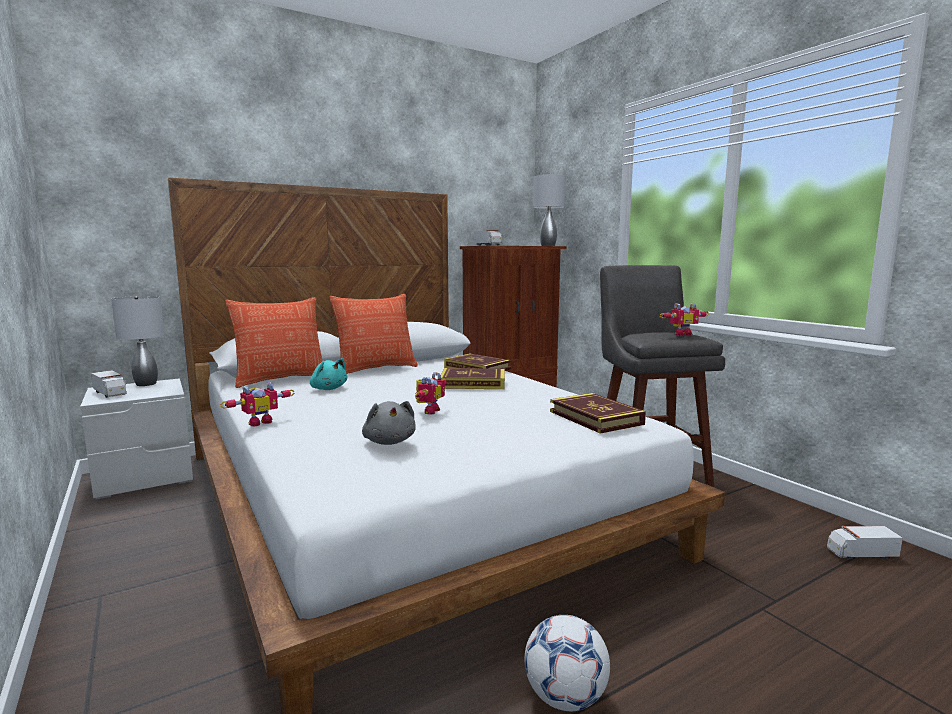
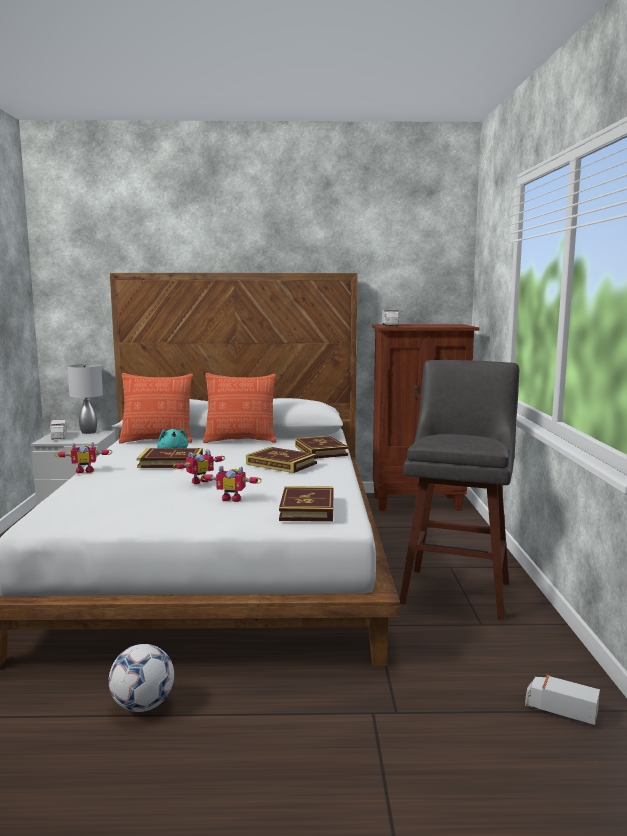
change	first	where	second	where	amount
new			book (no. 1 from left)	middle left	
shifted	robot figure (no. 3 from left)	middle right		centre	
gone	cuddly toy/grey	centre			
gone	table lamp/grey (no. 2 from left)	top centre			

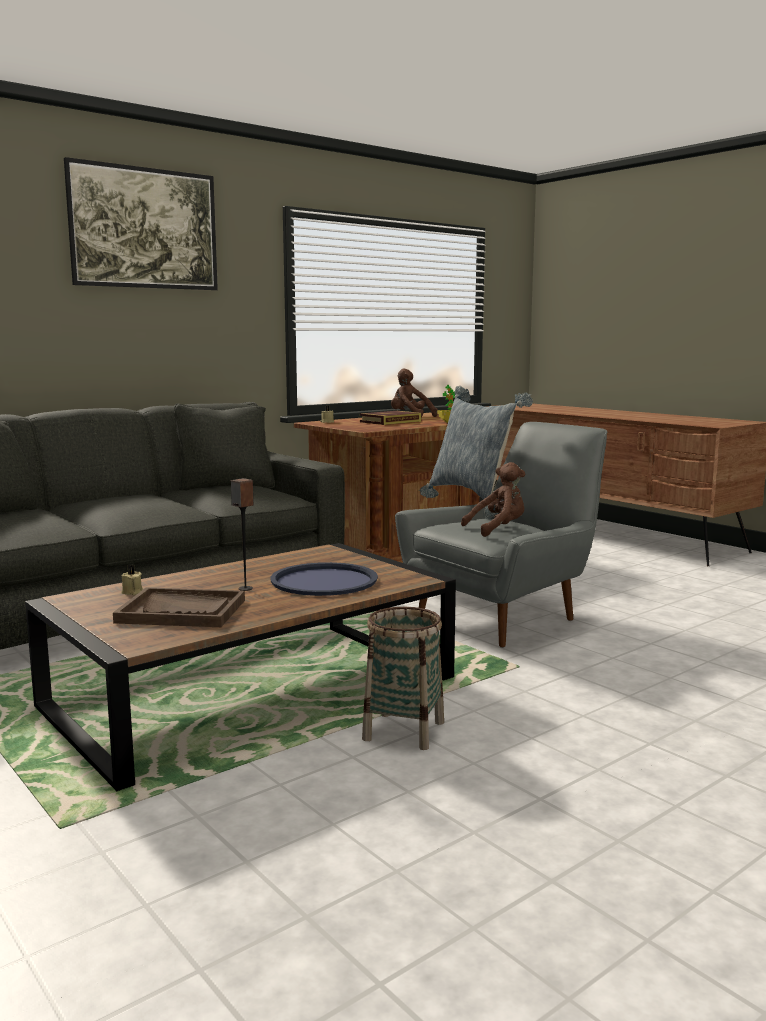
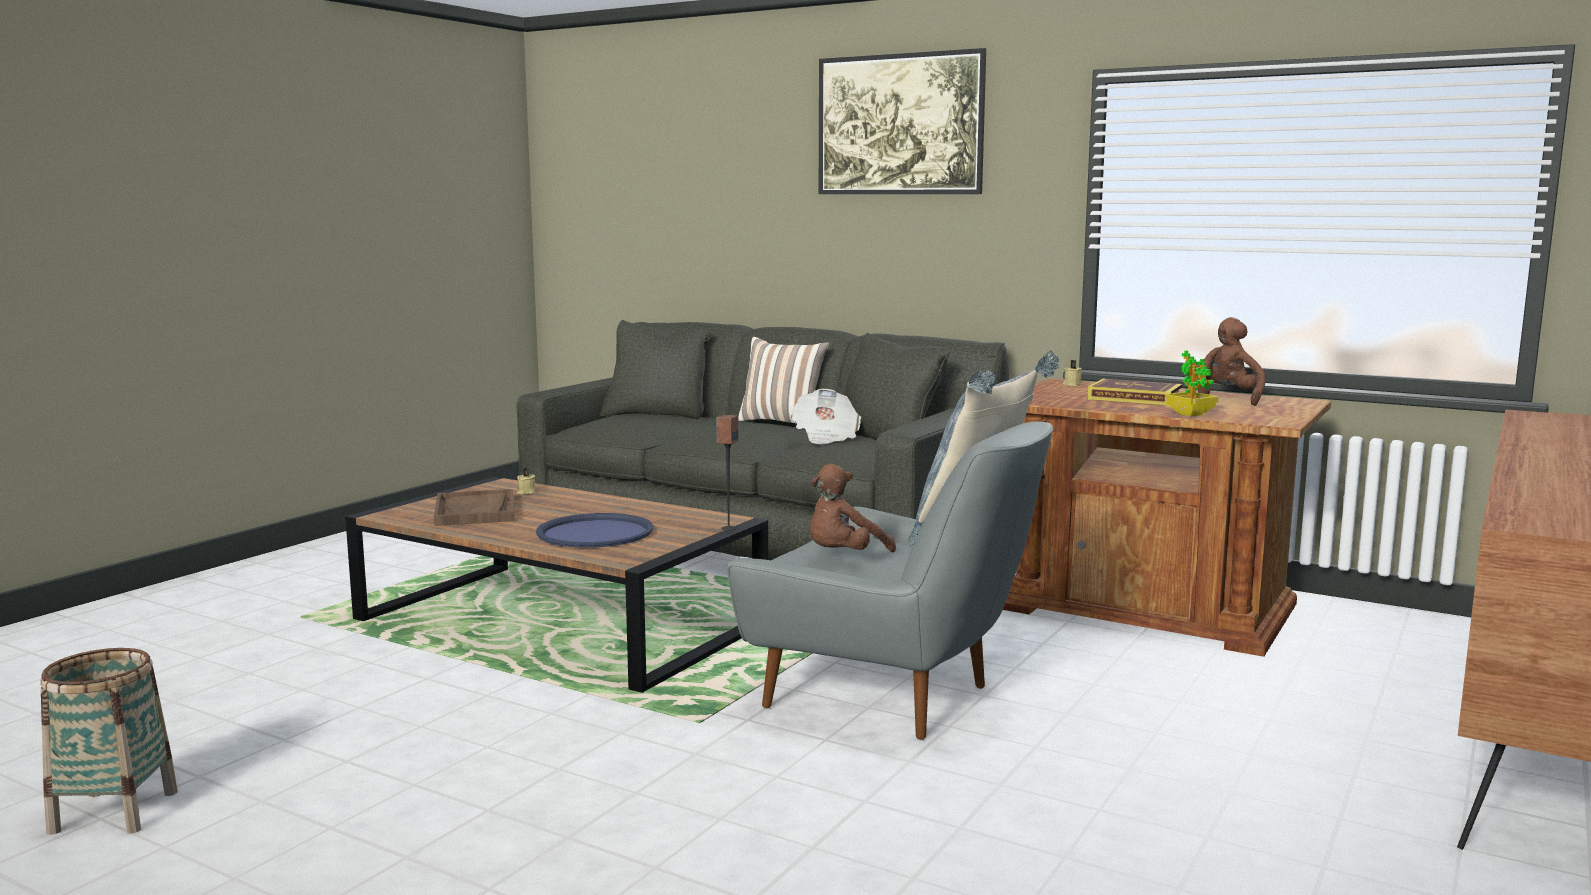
change	first	where	second	where	amount
shifted	basket	centre		bottom left	
shifted	loudspeaker	middle left		centre	
new			throw pillow (no. 1 from left)	centre	
new			printed paper	centre	
rotated	cuddly toy/brown-coloured (no. 2 from left in the first image)	centre	cuddly toy/brown-coloured (no. 1 from left)	centre	90 degrees clockwise

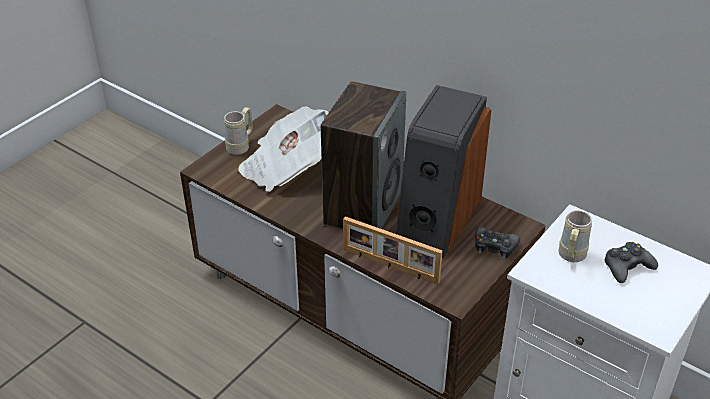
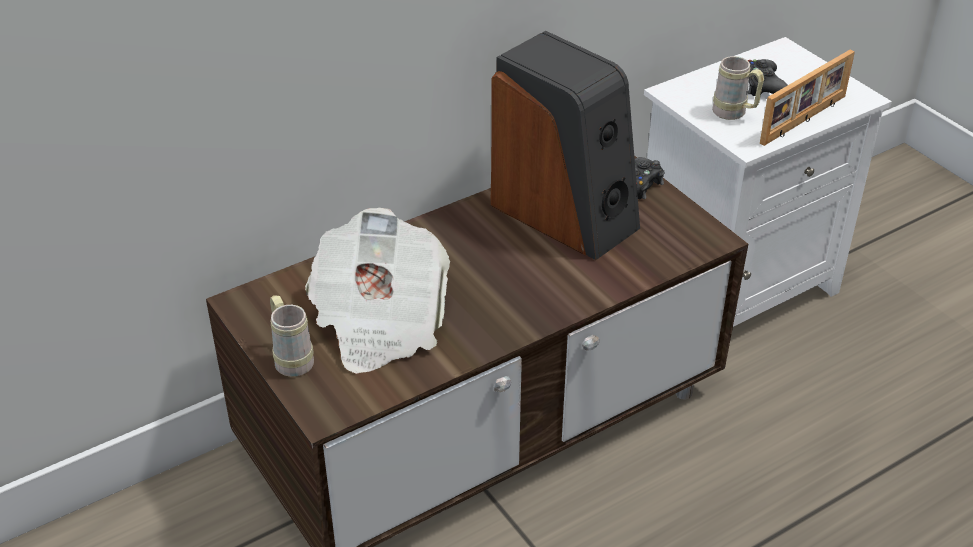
change	first	where	second	where	amount
shifted	standing frame	centre		top right	
gone	loudspeaker (no. 1 from left)	centre			

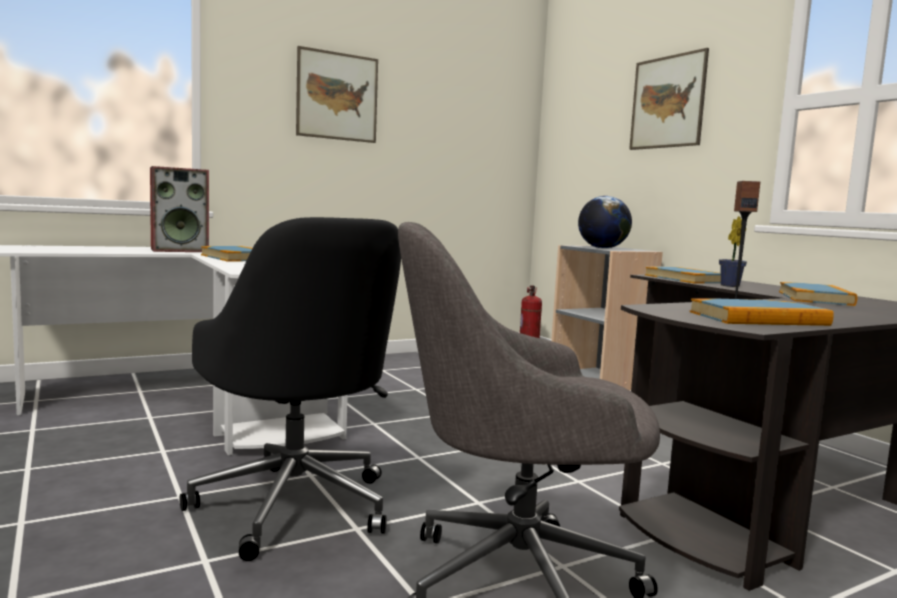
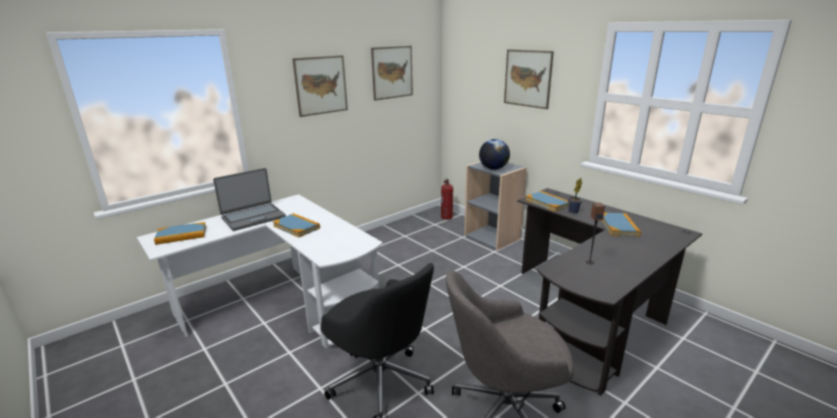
change	first	where	second	where	amount
shifted	book (no. 3 from left in the first image)	middle right	book (no. 1 from left)	middle left	
swapped	loudspeaker (no. 1 from left)	middle left	notebook computer	middle left	
new			wall art (no. 2 from left)	top centre	

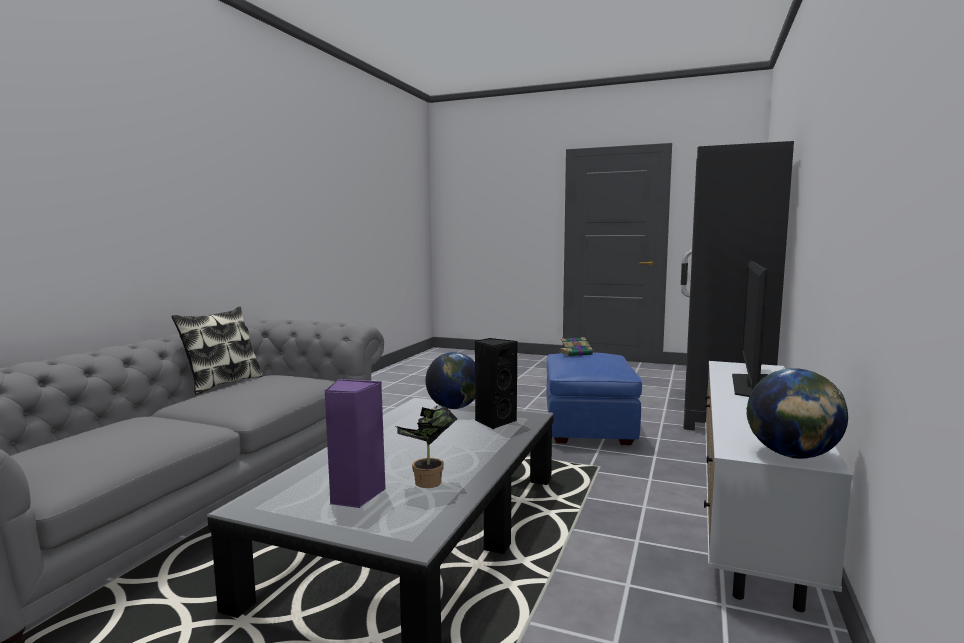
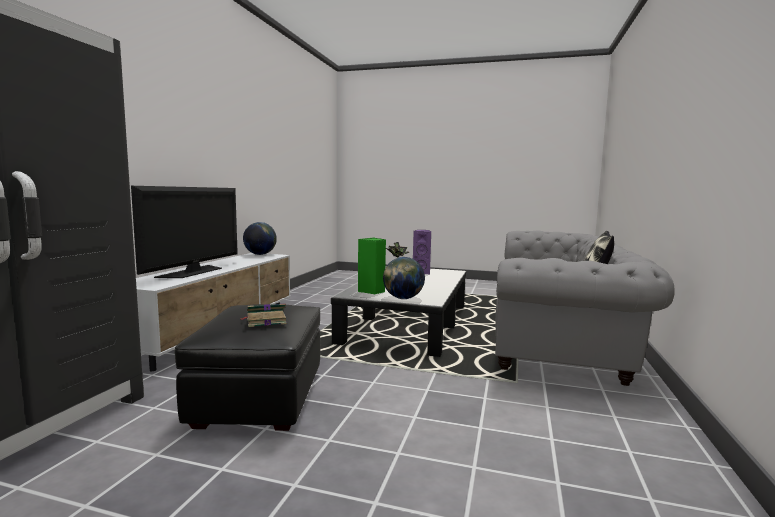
change	first	where	second	where	amount
repainted	footrest/blue	centre	footrest/blackish	bottom left	
repainted	loudspeaker/blackish	centre	loudspeaker/green	centre	

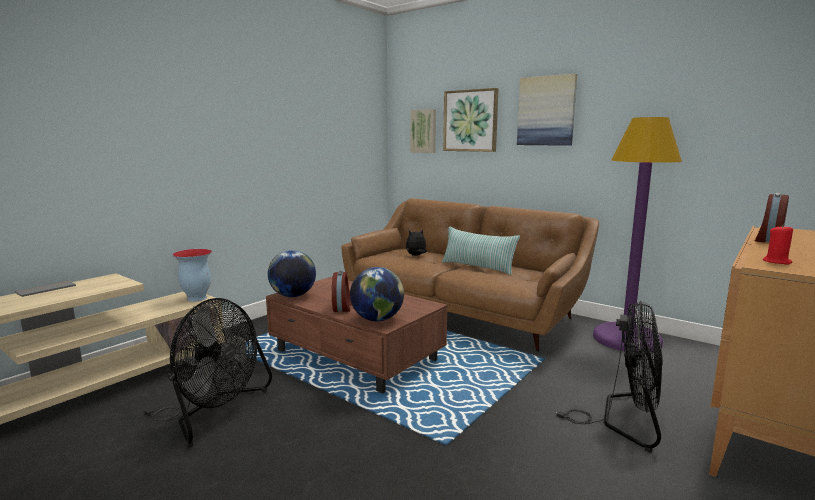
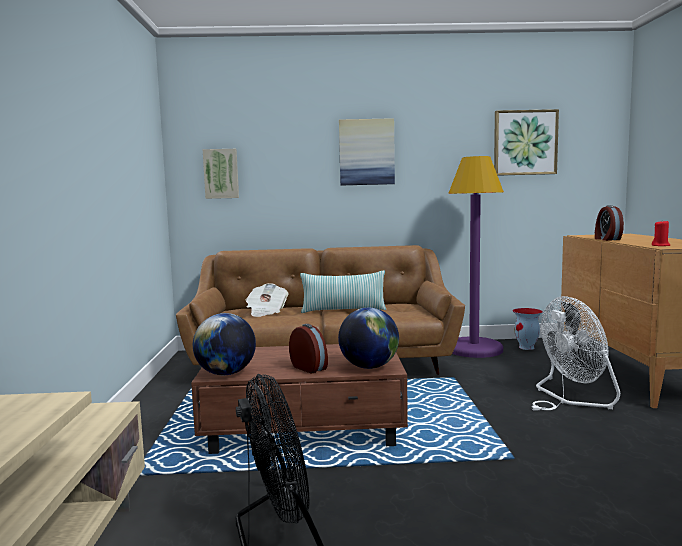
change	first	where	second	where	amount
swapped	cuddly toy	centre	printed paper	centre	
shifted	wall art (no. 2 from left in the first image)	top centre	wall art (no. 3 from left)	top right	
shifted	vase	middle left		middle right	
repainted	cooling fan/blackish (no. 2 from left)	bottom right	cooling fan/white-coloured	middle right	

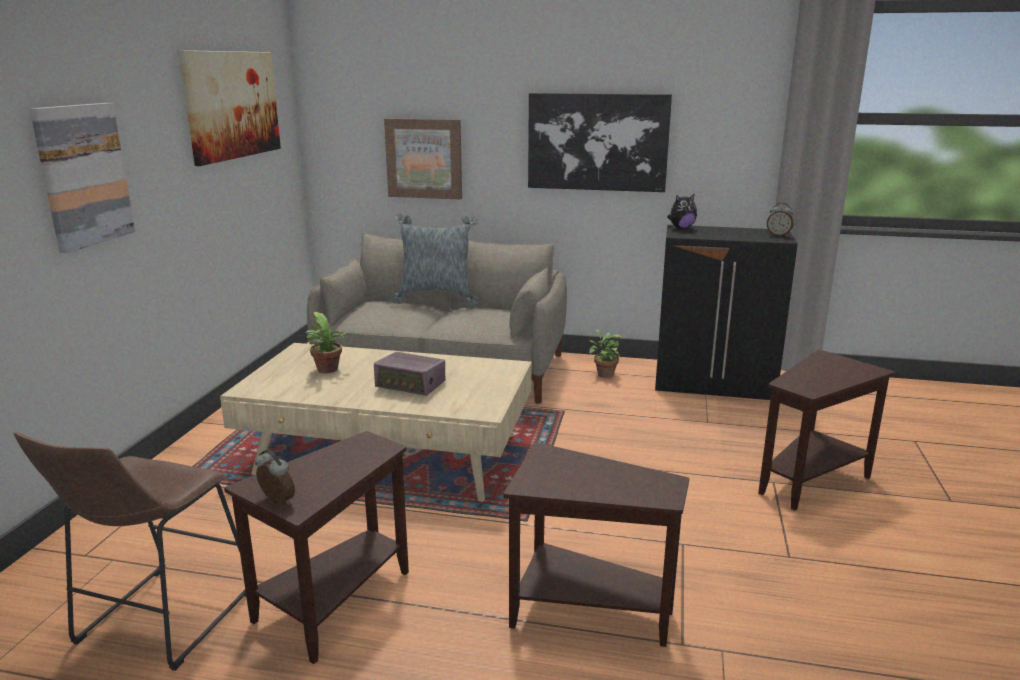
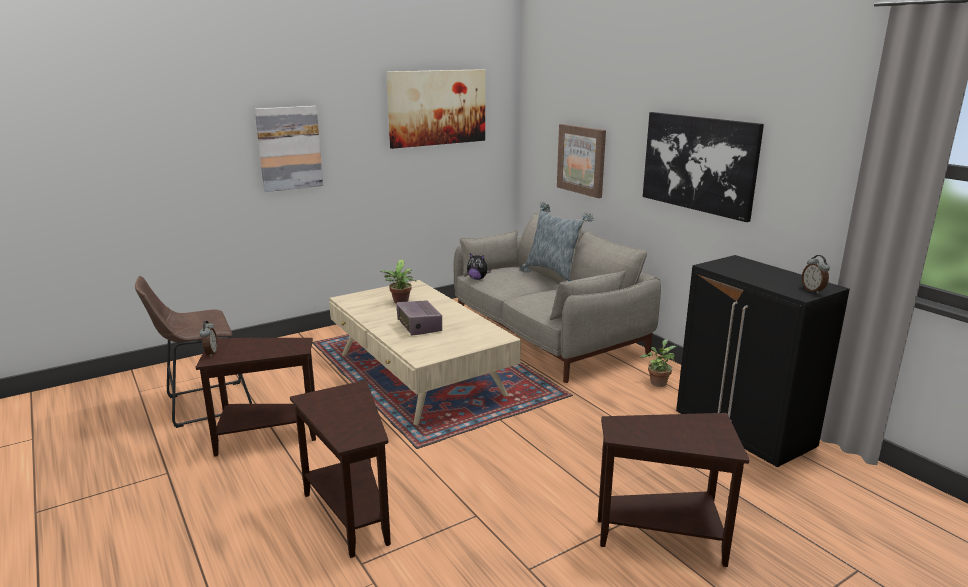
change	first	where	second	where	amount
shifted	cuddly toy	top right		centre	

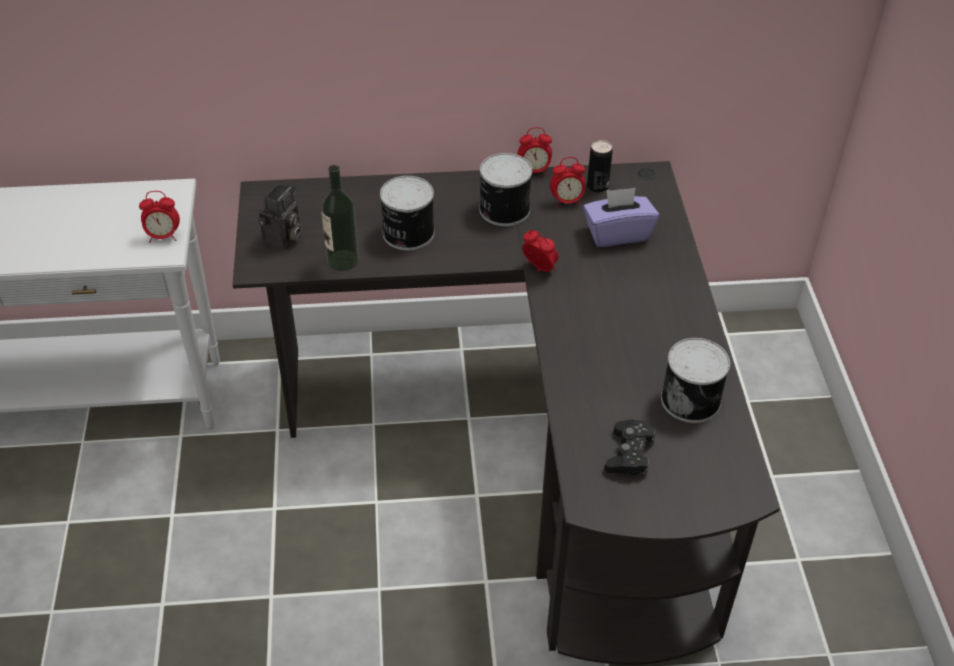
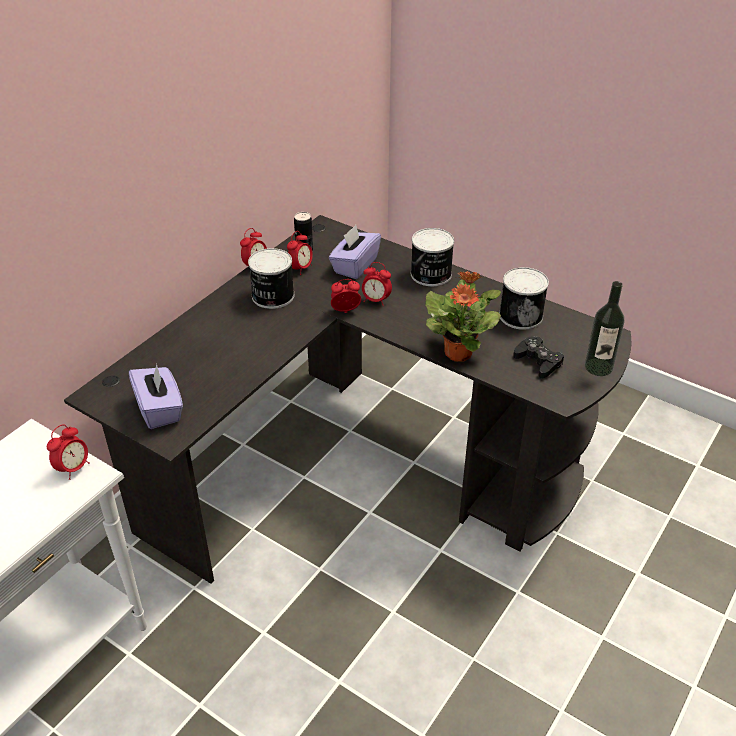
change	first	where	second	where	amount
swapped	still camera	top left	tissue holder/purple (no. 1 from left)	middle left	
new			bedside clock (no. 5 from left)	centre	
shifted	can (no. 1 from left in the first image)	top centre	can (no. 3 from left)	centre	
new			potted plant	centre	
shifted	beverage bottle	top centre		middle right	

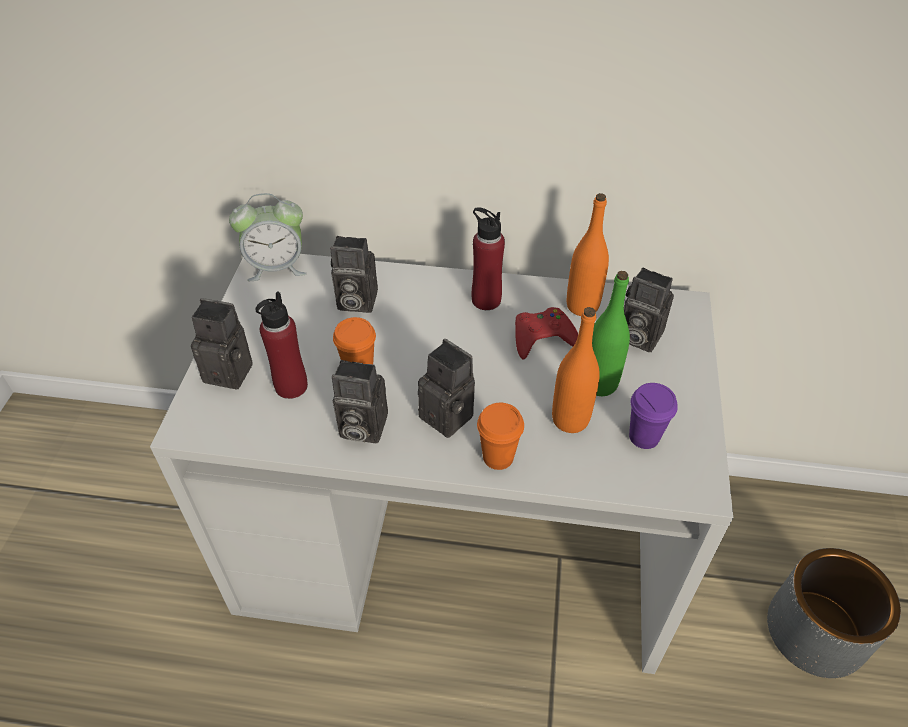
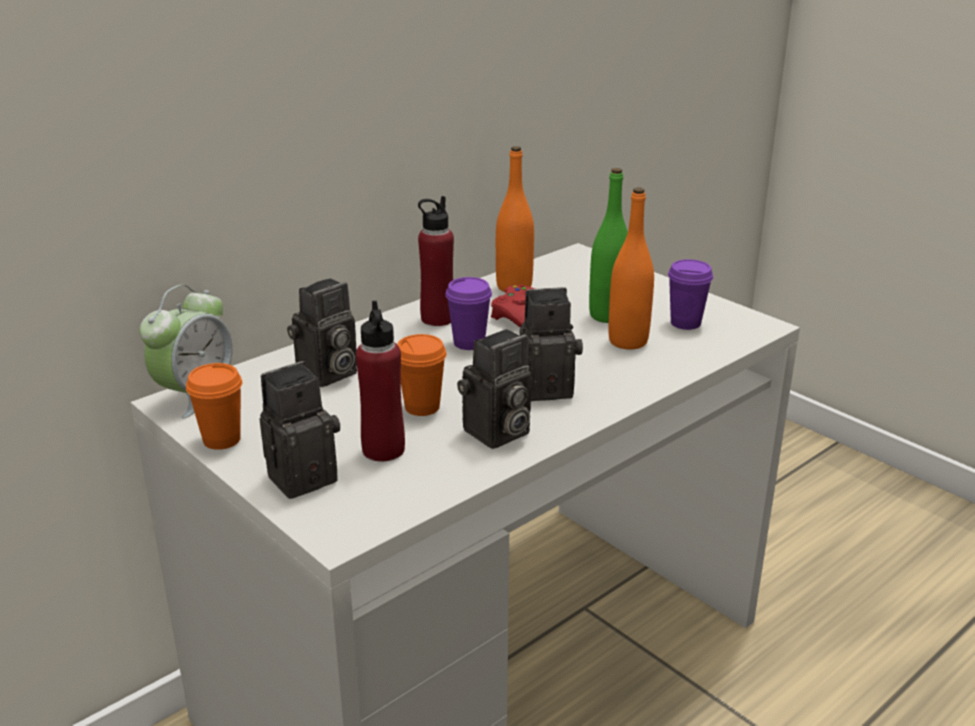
change	first	where	second	where	amount
shifted	small cup/orange-coloured (no. 2 from left in the first image)	centre	small cup/orange-coloured (no. 1 from left)	middle left	
new			small cup/purple (no. 1 from left)	centre	
gone	still camera (no. 5 from left)	middle right			
gone	flower pot/grey	bottom right			

